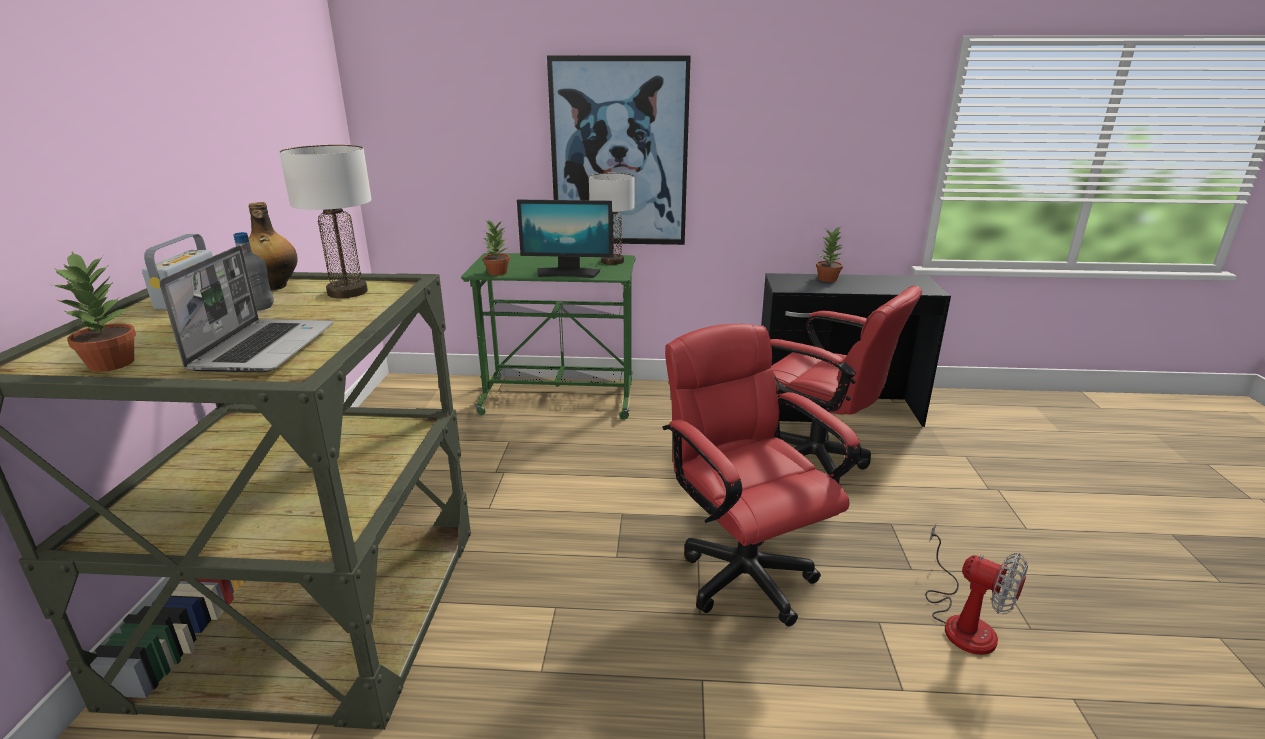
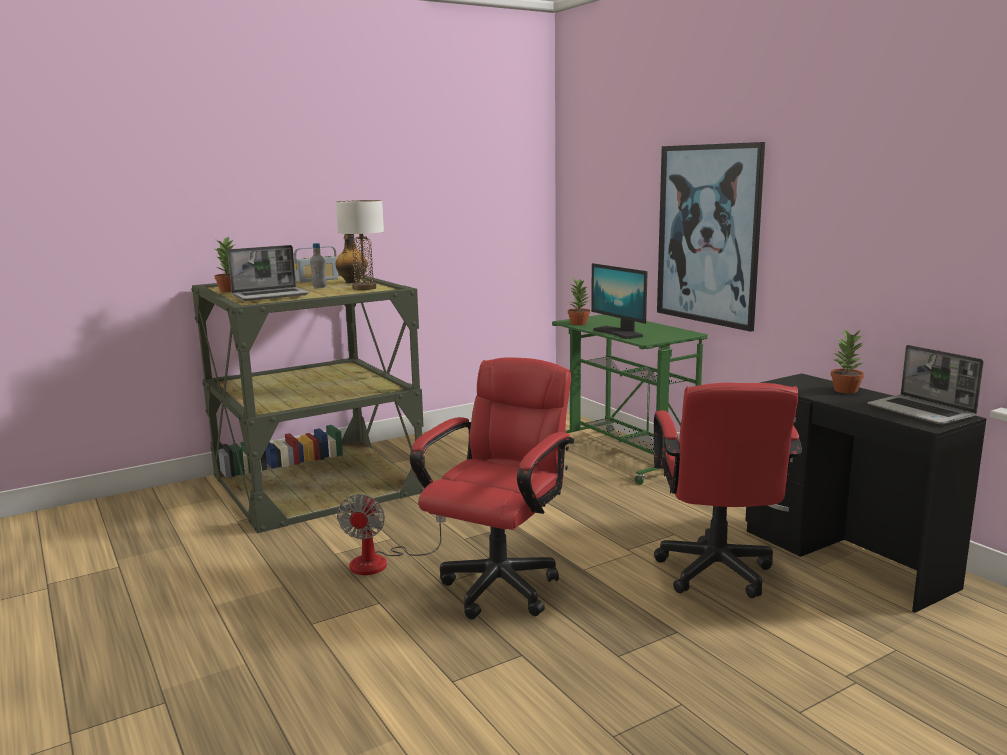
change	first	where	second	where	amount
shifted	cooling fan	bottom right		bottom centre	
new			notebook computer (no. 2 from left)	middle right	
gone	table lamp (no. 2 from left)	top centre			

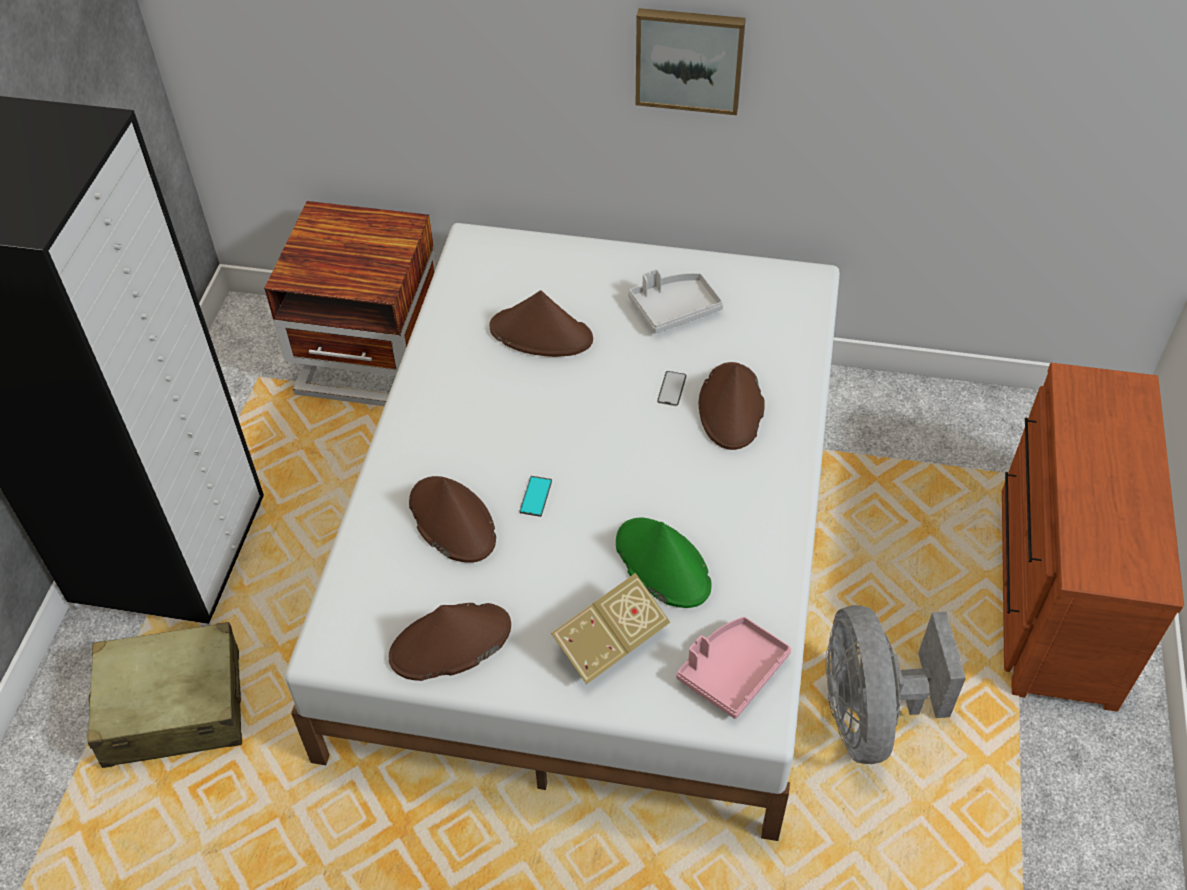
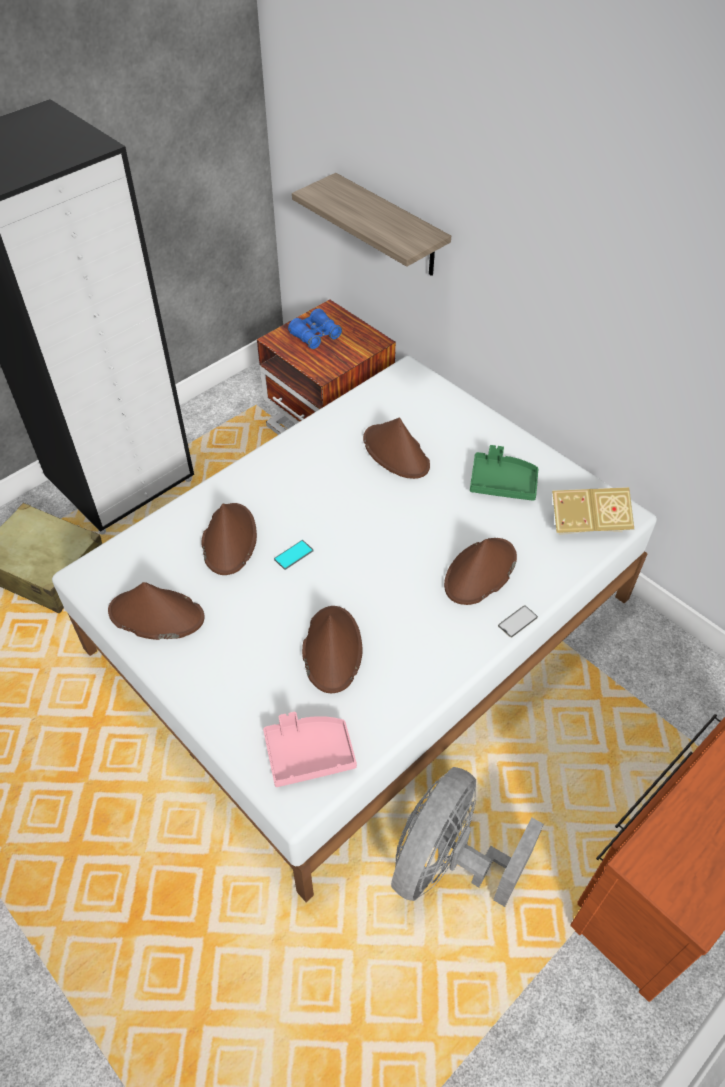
change	first	where	second	where	amount
new			field glasses/blue	top centre	
new			wall shelf	top centre	
repainted	clothing hat/green	centre	clothing hat/brown-coloured (no. 3 from left)	centre	
repainted	carrying tray/grey	centre	carrying tray/green	middle right	
shifted	phone (no. 2 from left)	centre		middle right	
shifted	book	bottom centre		middle right	
gone	wall art	top centre			

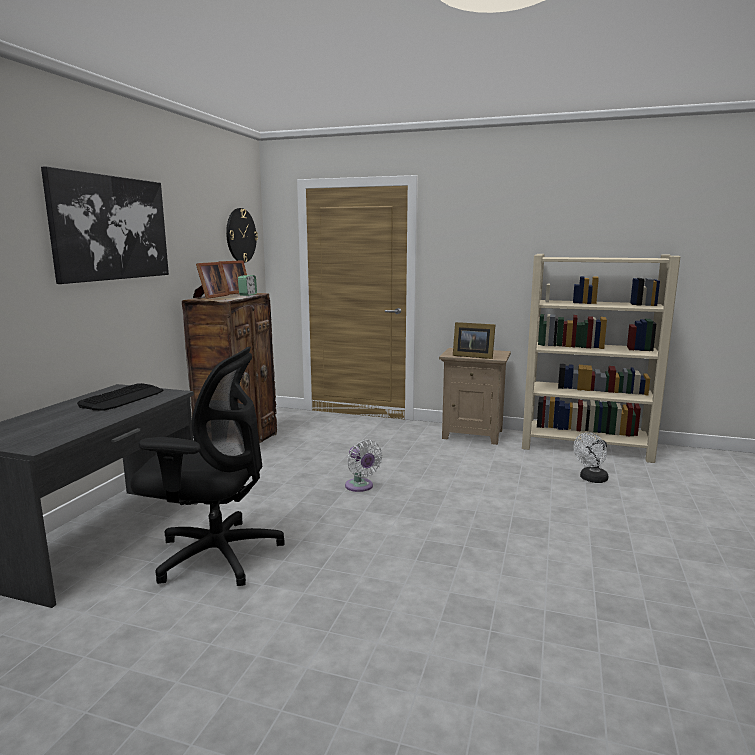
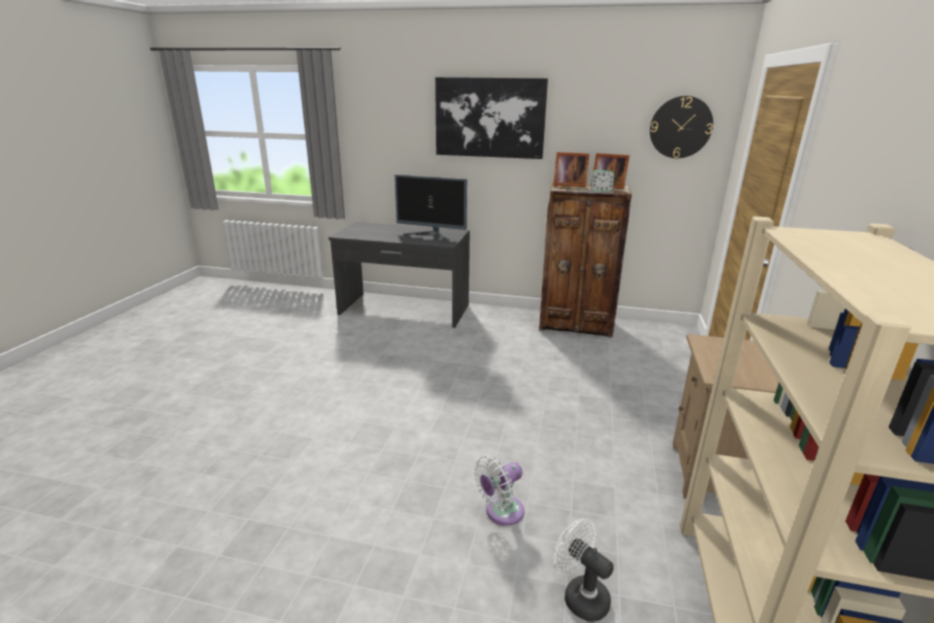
change	first	where	second	where	amount
swapped	computer keyboard	middle left	monitor	top centre	
shifted	cooling fan/white-coloured (no. 1 from left)	centre		bottom centre	
gone	office chair/blackish	middle left			
gone	standing frame (no. 3 from left)	centre			

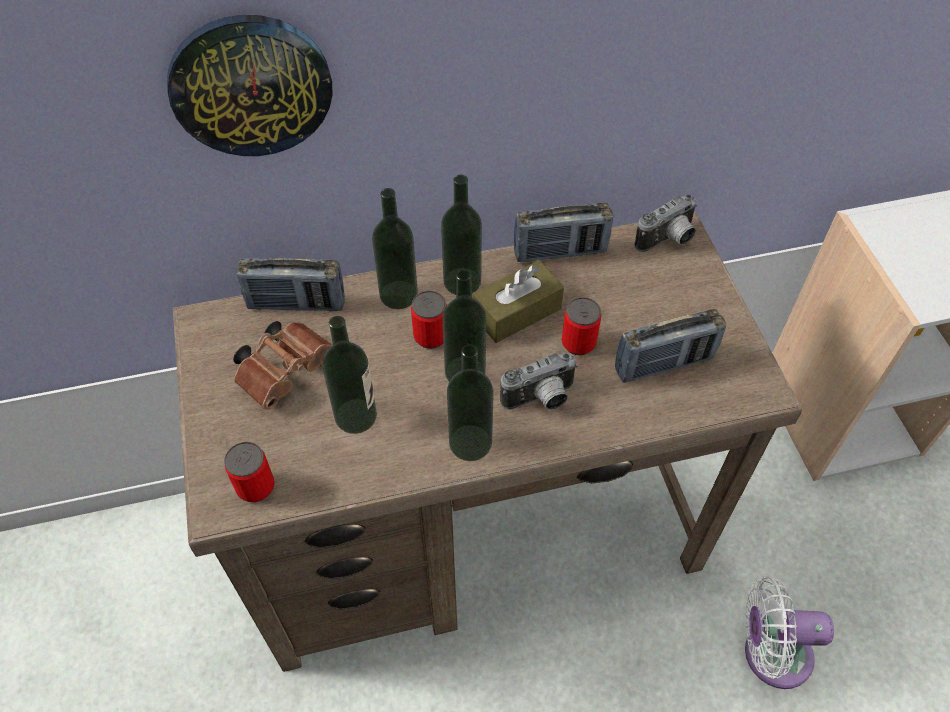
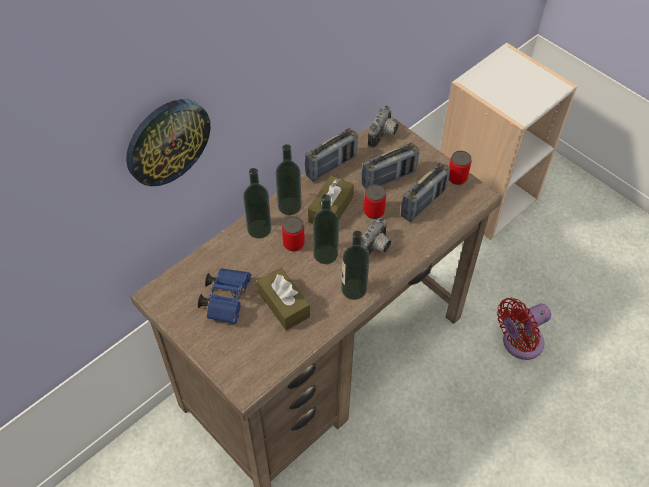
change	first	where	second	where	amount
repainted	field glasses/brown-coloured	middle left	field glasses/blue	centre	
swapped	beverage bottle (no. 1 from left)	centre	tissue holder/brown-coloured (no. 1 from left)	centre	
shifted	radio set (no. 1 from left in the first image)	middle left	radio set (no. 2 from left)	centre	
shifted	can (no. 1 from left in the first image)	middle left	can (no. 3 from left)	middle right	
repainted	cooling fan/white-coloured	bottom right	cooling fan/red	bottom right	

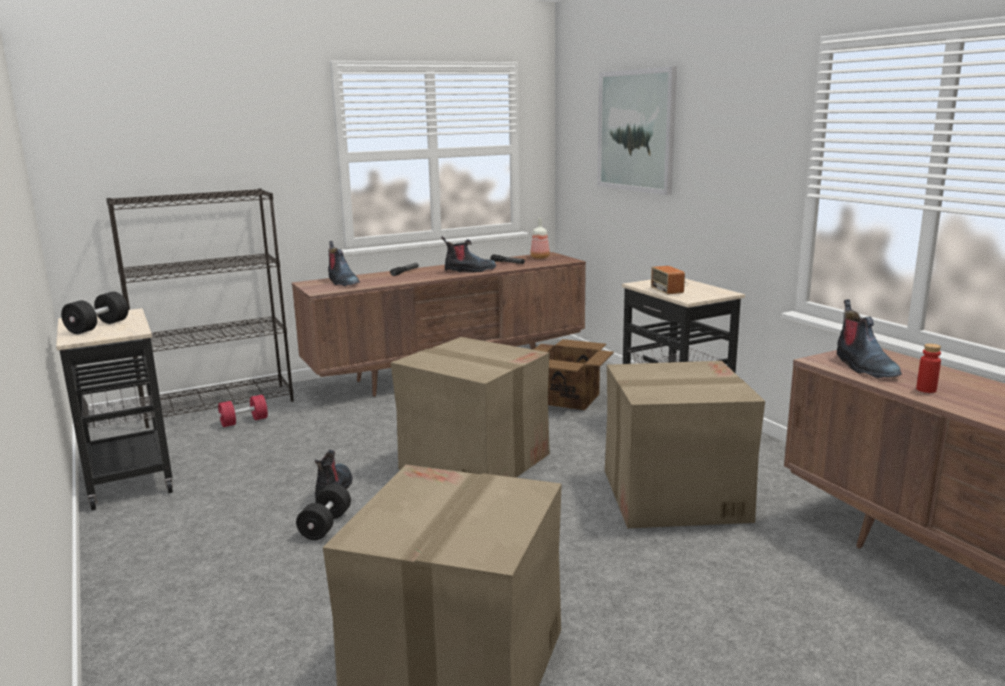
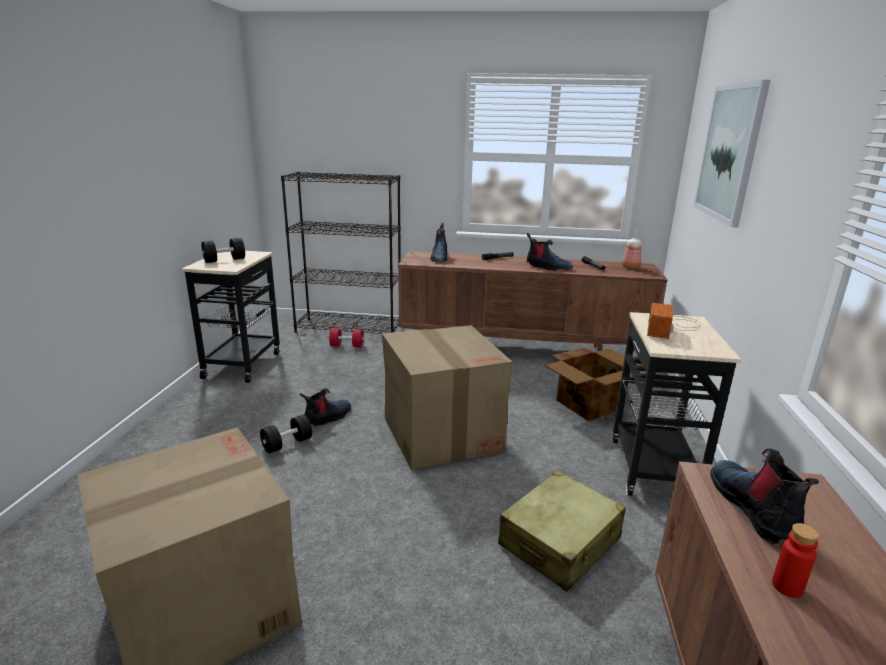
change	first	where	second	where	amount
swapped	carton (no. 4 from left)	middle right	piece of luggage/beige	bottom centre	
rotated	boot (no. 4 from left)	middle right		bottom right	150 degrees clockwise

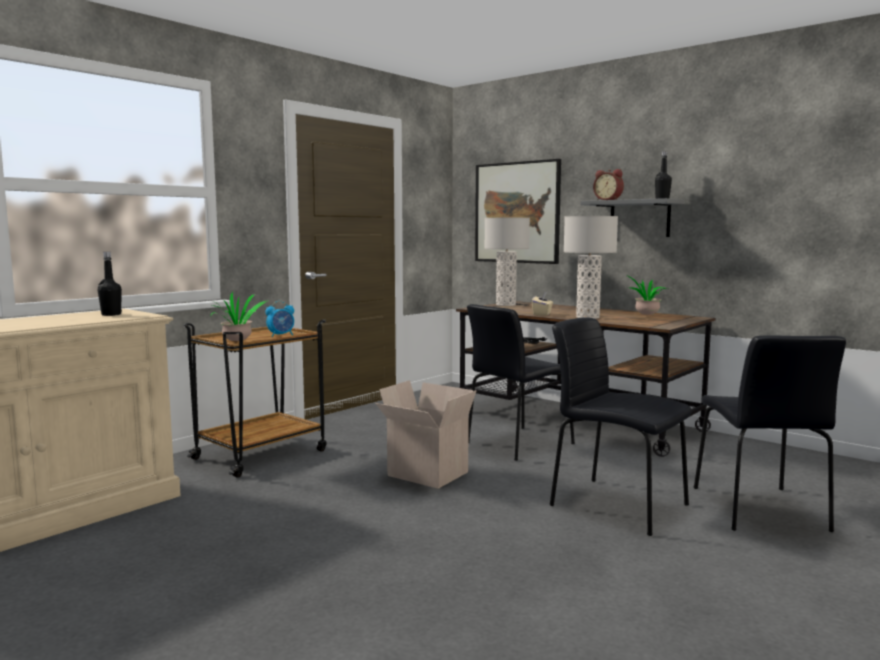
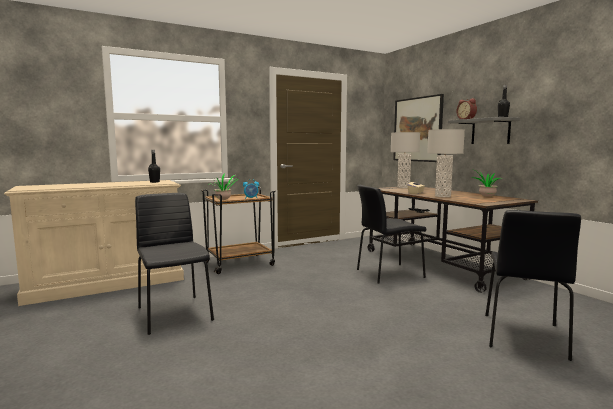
change	first	where	second	where	amount
shifted	plain chair/blackish (no. 2 from left in the first image)	middle right	plain chair/blackish (no. 1 from left)	middle left	
gone	carton	centre			

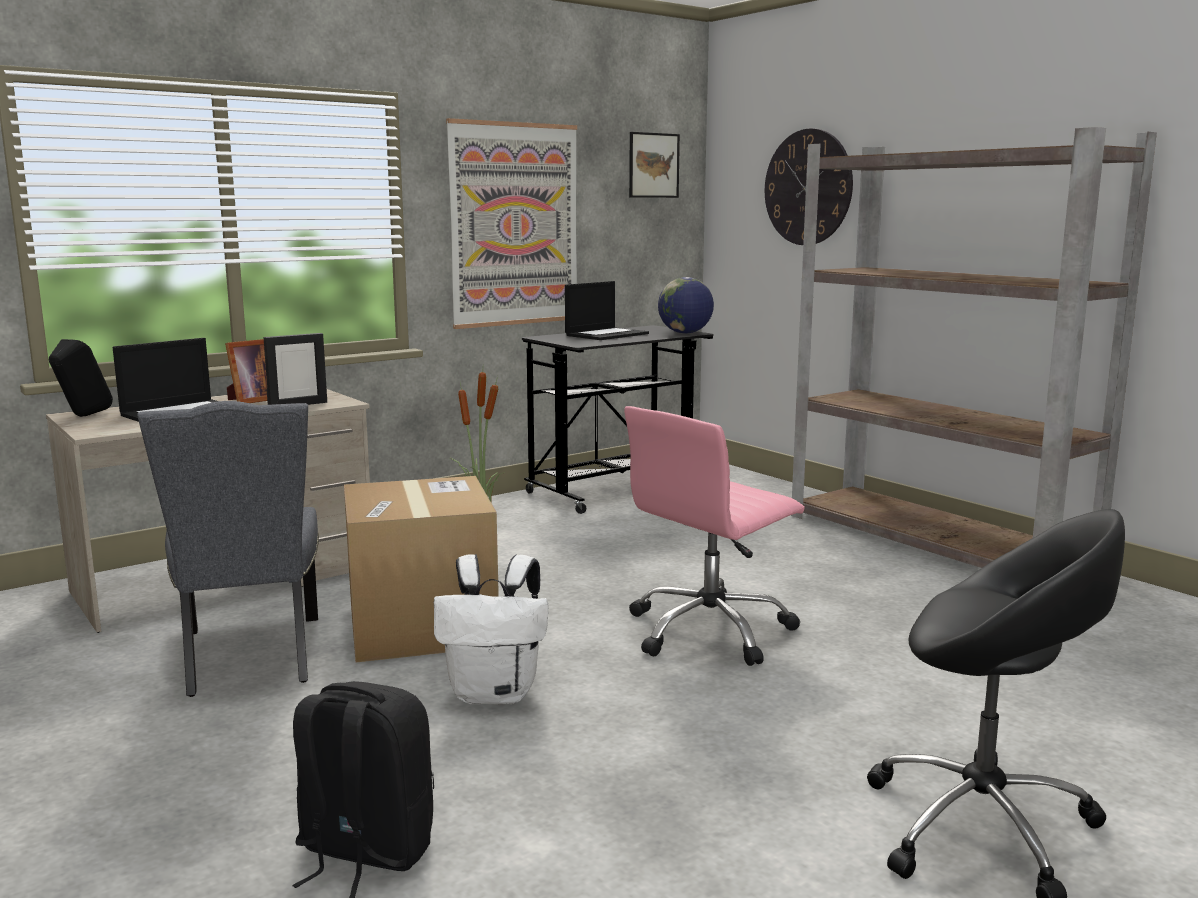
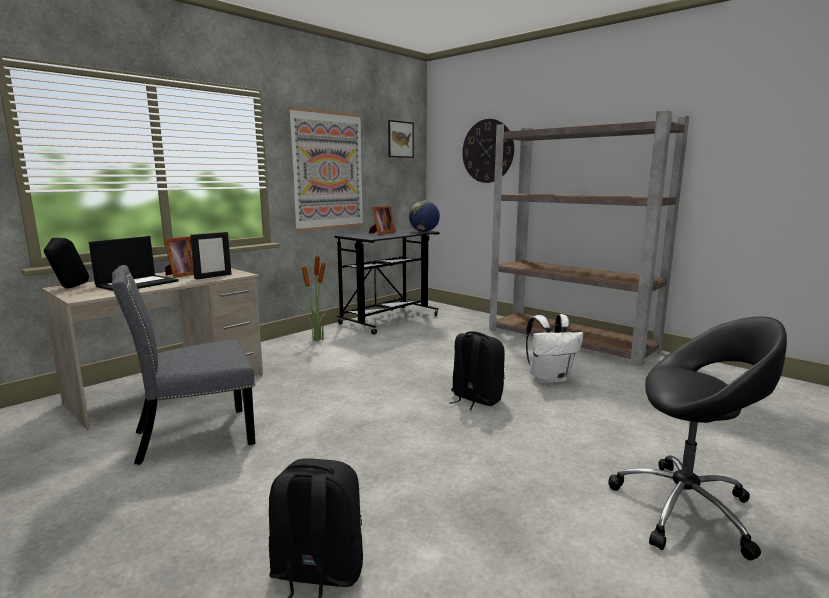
change	first	where	second	where	amount
rotated	plain chair/grey	middle left		middle left	90 degrees clockwise
swapped	notebook computer (no. 2 from left)	centre	standing frame (no. 3 from left)	centre	
swapped	office chair/pinkish	centre	backpack/blackish (no. 2 from left)	centre	
shifted	backpack/white-coloured	bottom centre		middle right	
gone	carton	centre			

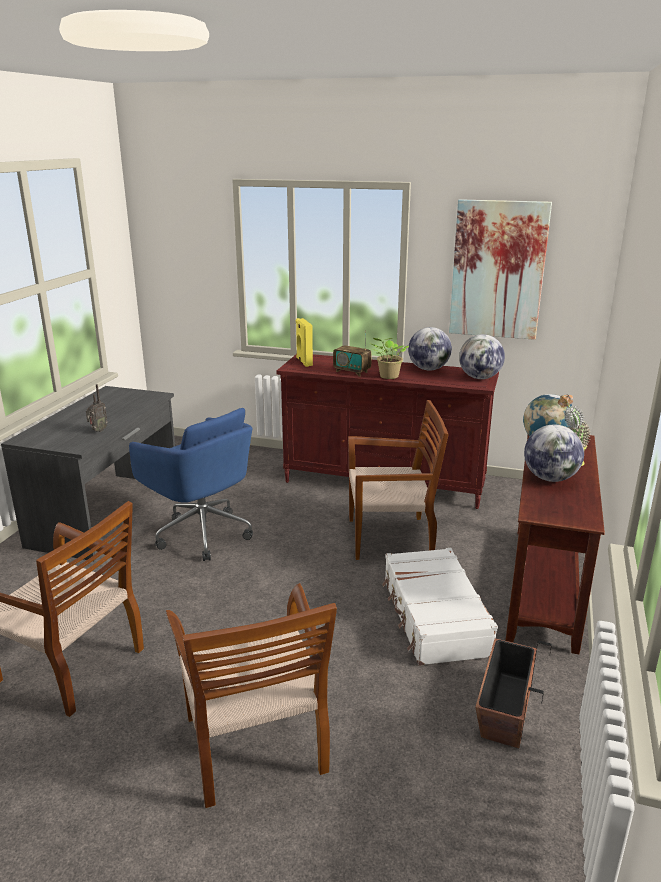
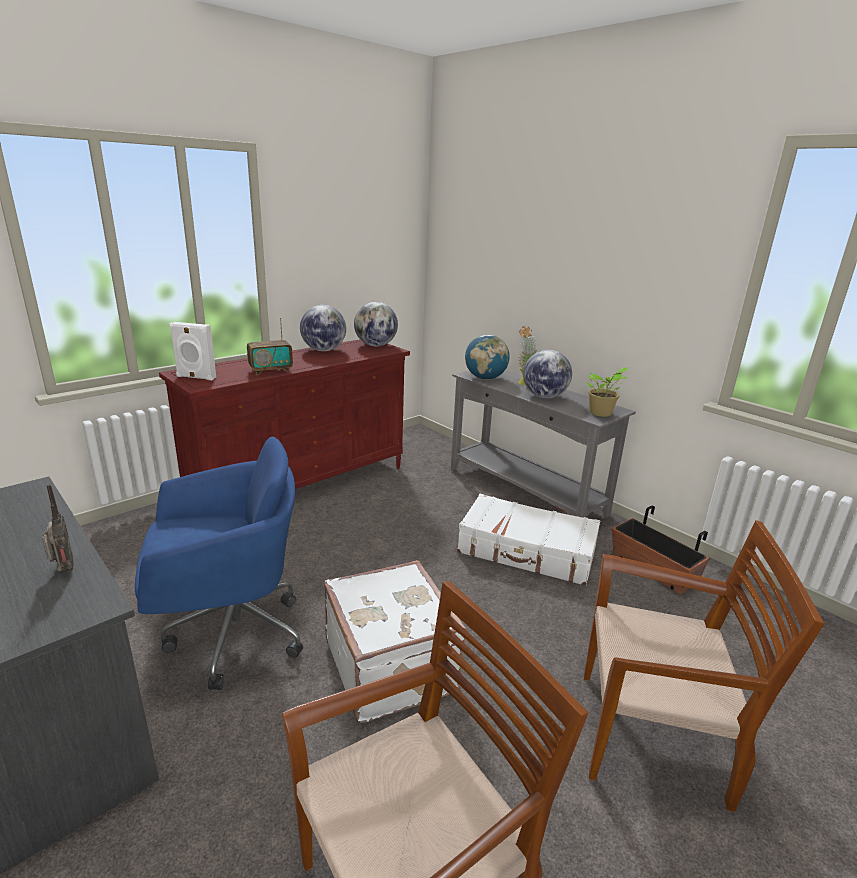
change	first	where	second	where	amount
repainted	loudspeaker/yellow	centre	loudspeaker/white-coloured	middle left	
new			piece of luggage/white-coloured (no. 1 from left)	bottom centre	
repainted	hall table/brown-coloured	middle right	hall table/grey	centre	
shifted	potted plant (no. 1 from left in the first image)	centre	potted plant (no. 2 from left)	middle right	
gone	easy chair/brown-coloured (no. 3 from left)	centre			
gone	wall art	top right			

